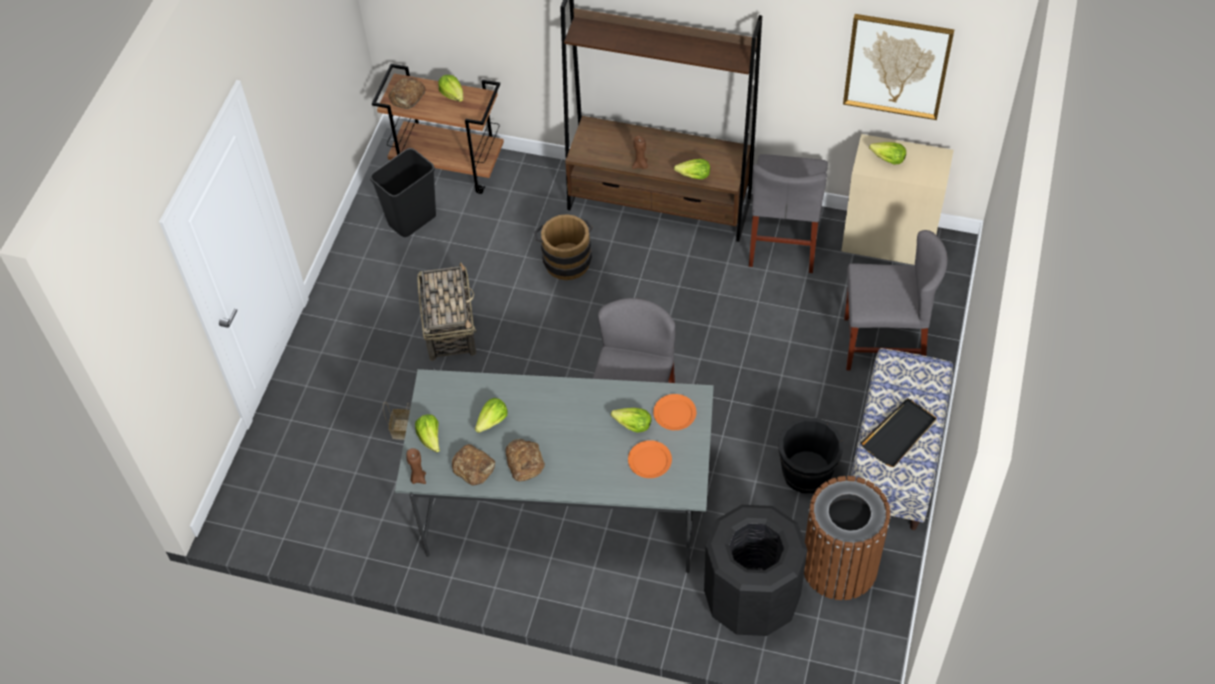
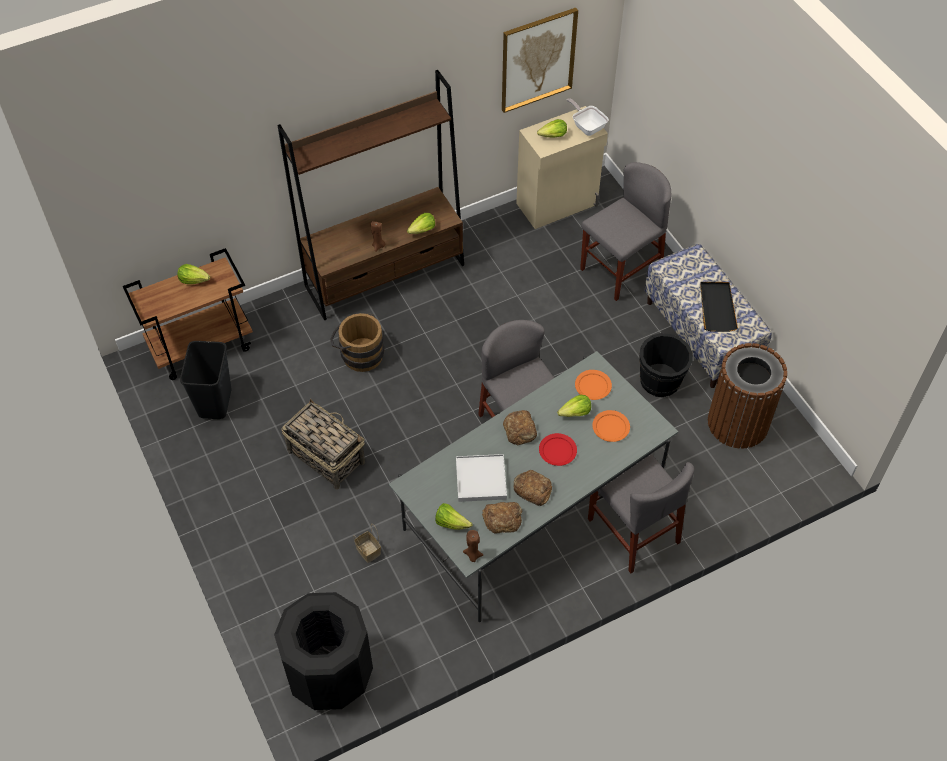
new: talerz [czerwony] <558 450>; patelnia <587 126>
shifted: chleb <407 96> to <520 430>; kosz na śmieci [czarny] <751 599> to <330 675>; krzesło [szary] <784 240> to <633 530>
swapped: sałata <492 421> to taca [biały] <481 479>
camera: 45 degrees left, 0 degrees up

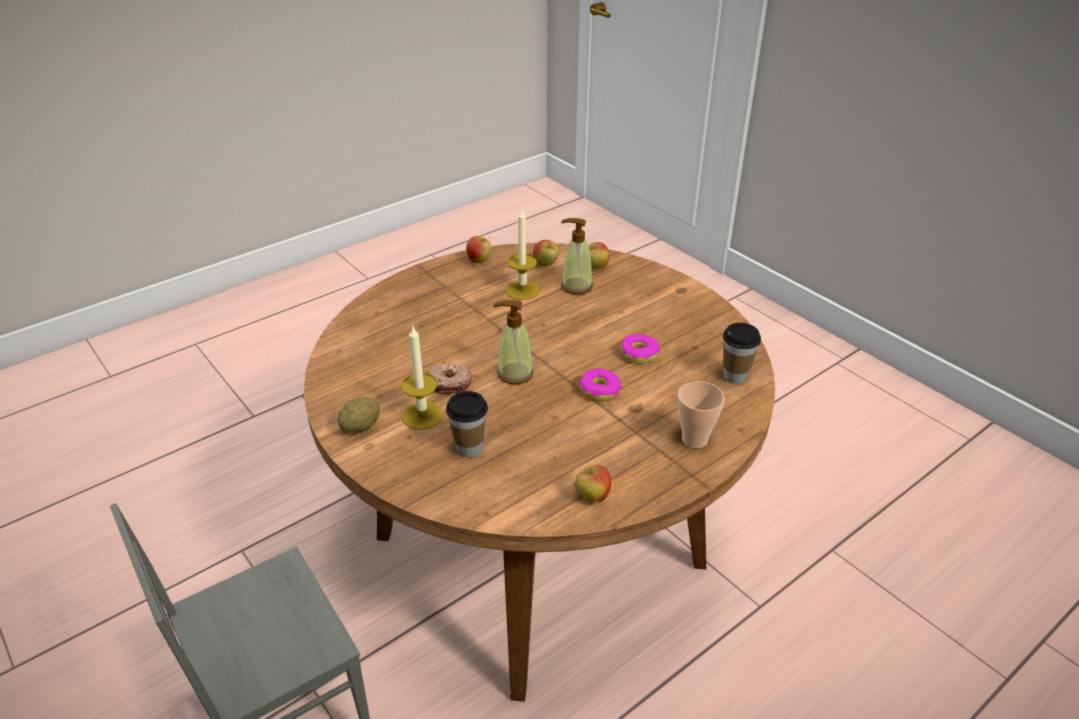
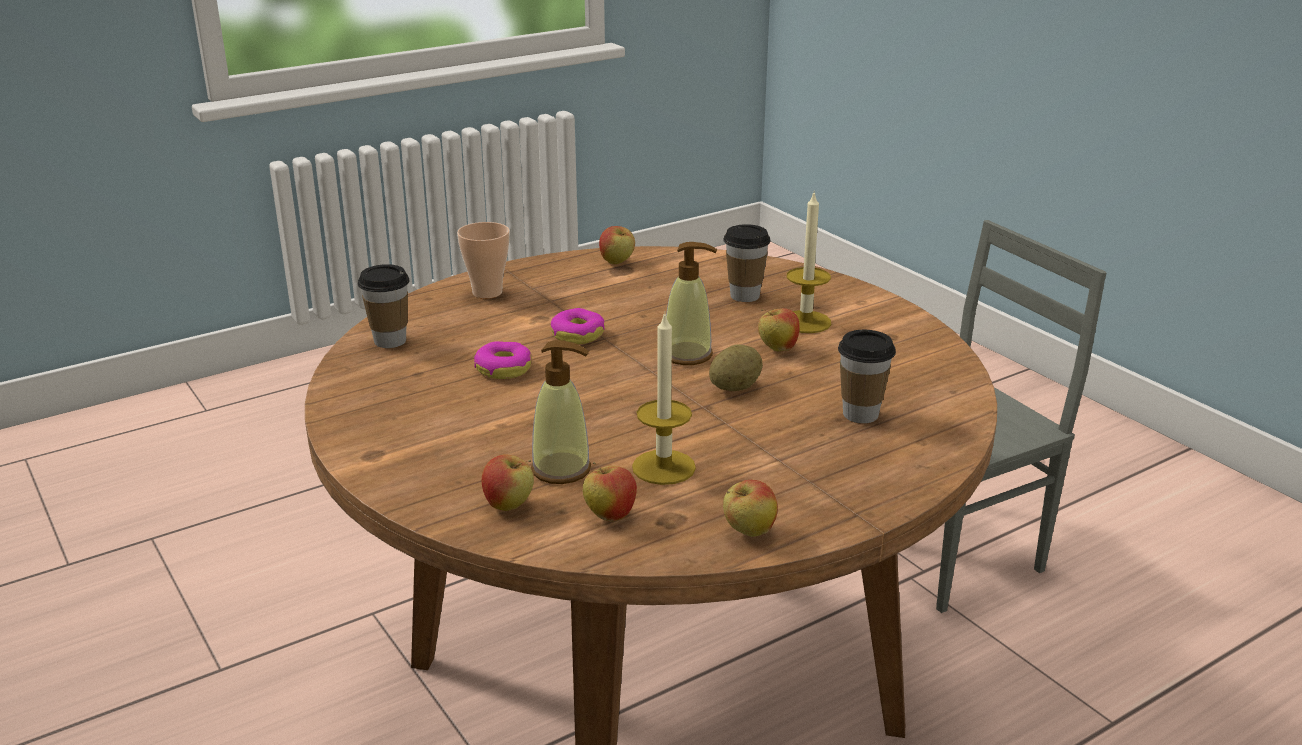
new: filiżanka <860 414>
shifted: ziemniak <361 427> to <735 388>
swapped: donut <449 383> to jabłko <777 349>
camera: 175 degrees left, 10 degrees down

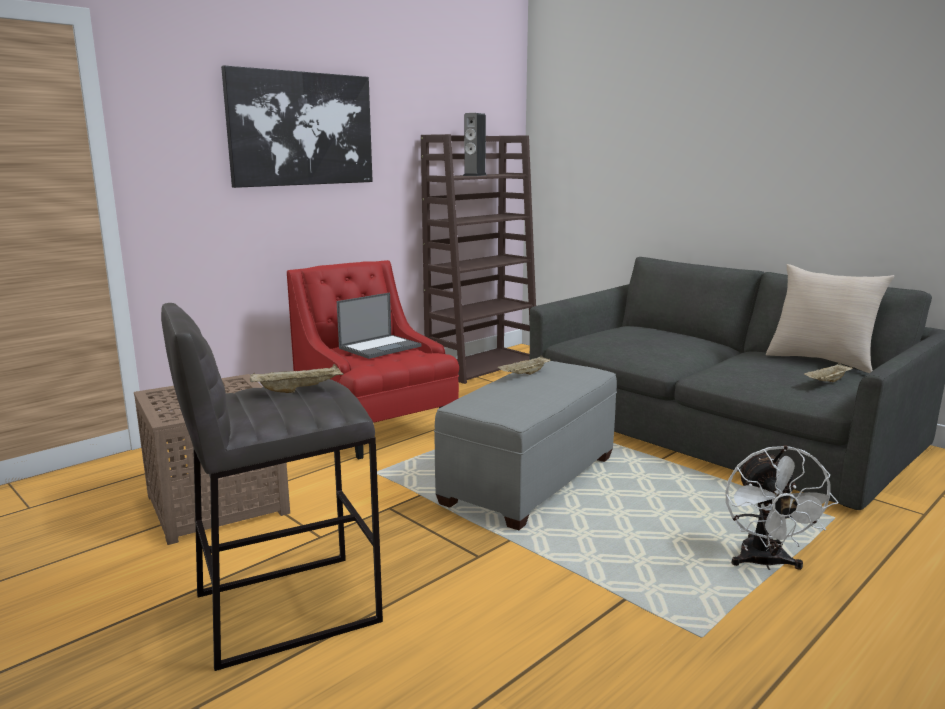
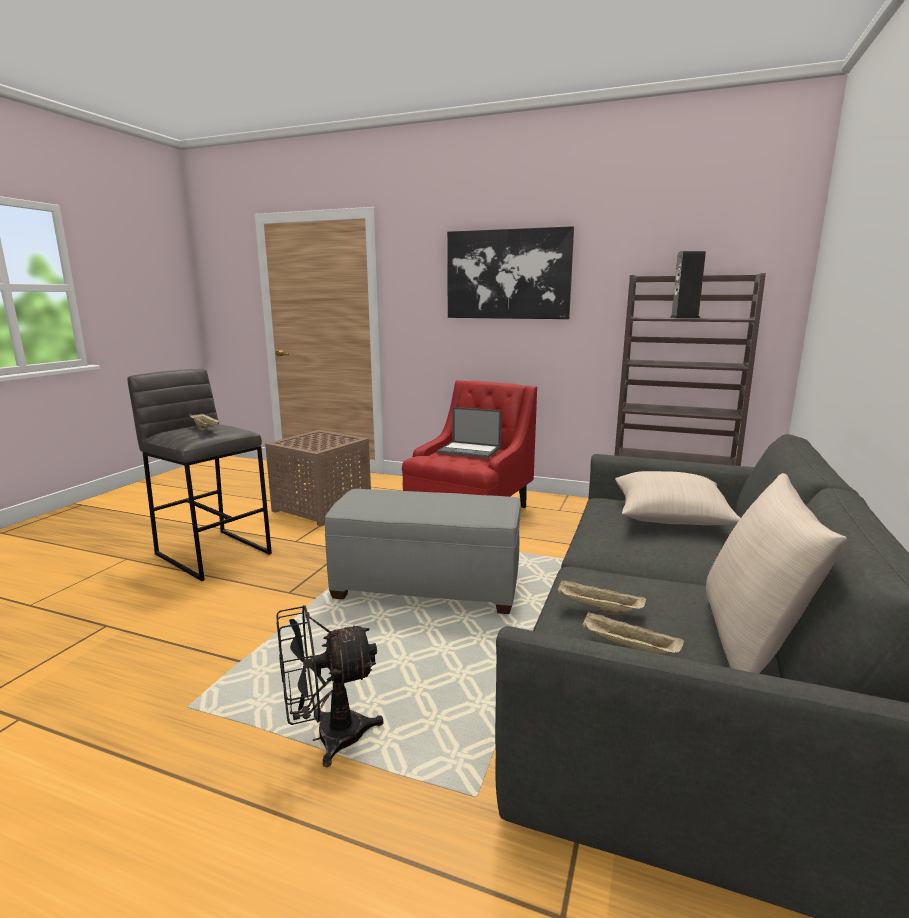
new: poduszka [beżowy] <670 517>
shifted: taca [beżowy] <524 374> to <598 608>
repainted: wentylator [biały] <765 563> to wentylator [czarny] <327 737>
camera: 65 degrees right, 0 degrees up

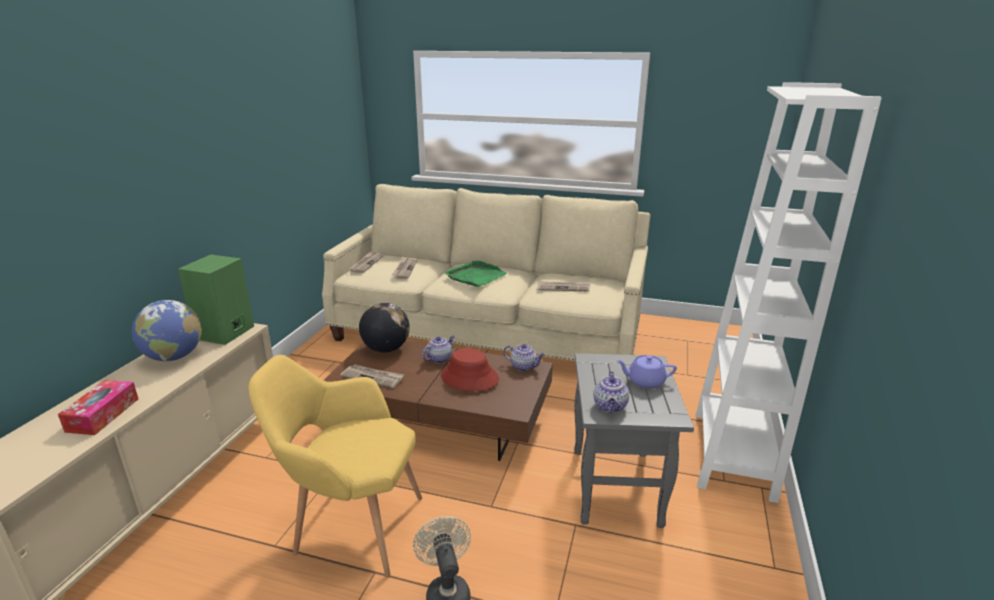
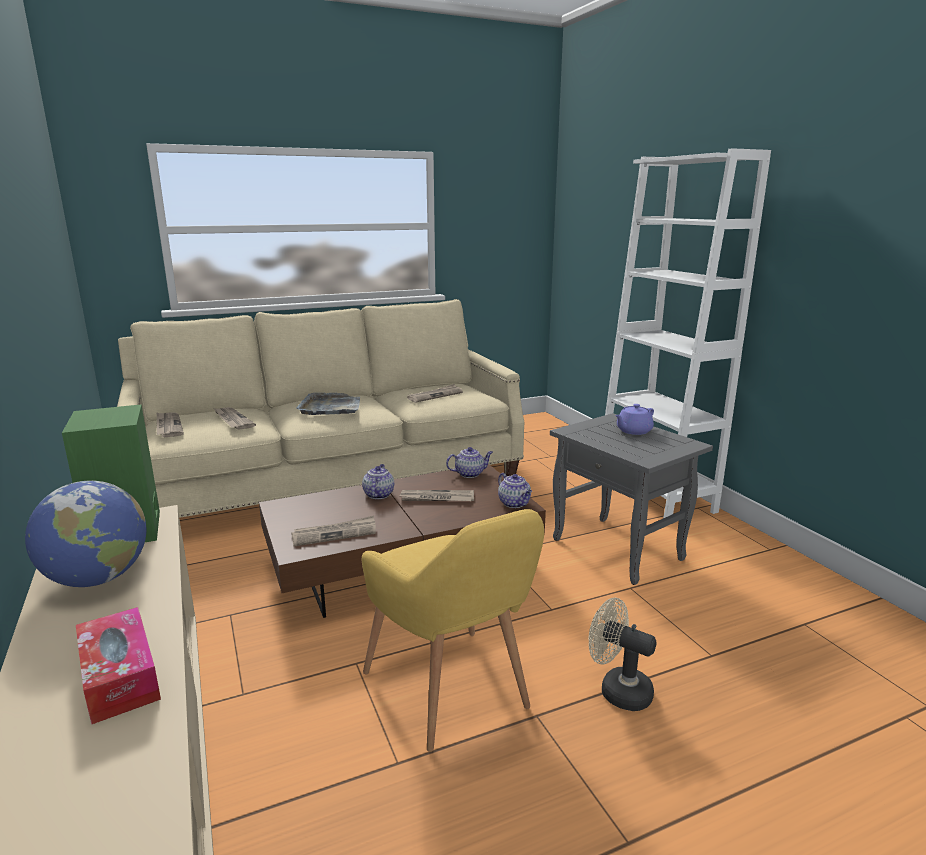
gone: globus <386 349>
shifted: imbryk <610 406> to <515 503>
swapped: kapelusz [czerwony] <469 378> to gazeta <436 498>
repainted: taca [zielony] <476 276> to taca [szary] <331 407>
rotated: fotel [żółty] <351 526> = <453 696> 90 degrees counterclockwise
camera: 40 degrees left, 5 degrees down

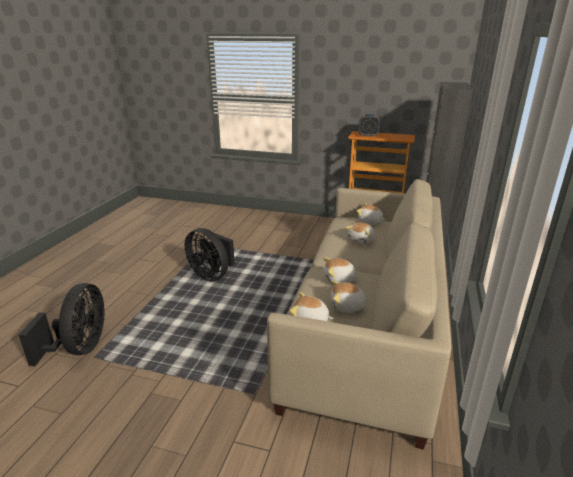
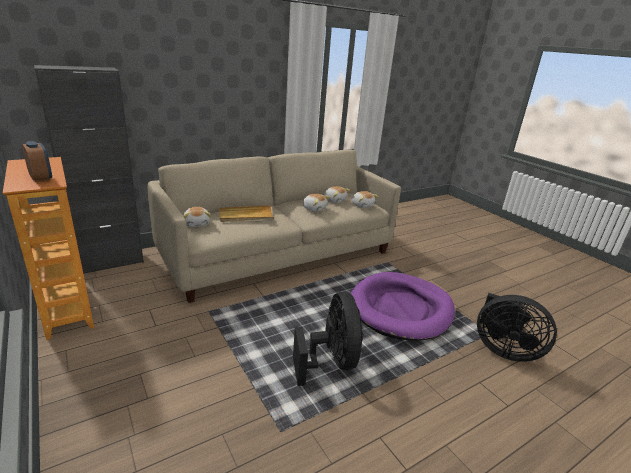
new: legowisko [fioletowy] <400 309>
swapped: pluszak <361 240> to taca [beżowy] <246 216>
rotated: wentylator [czarny] <80 348> = <503 349> 105 degrees counterclockwise
camera: 140 degrees left, 0 degrees up

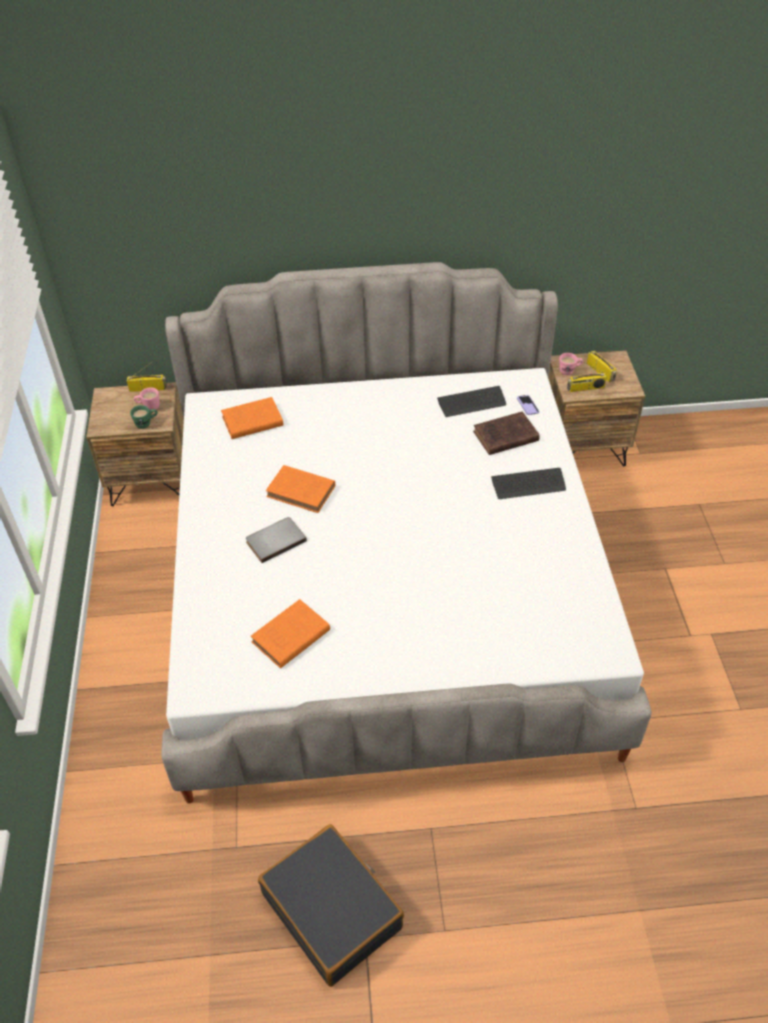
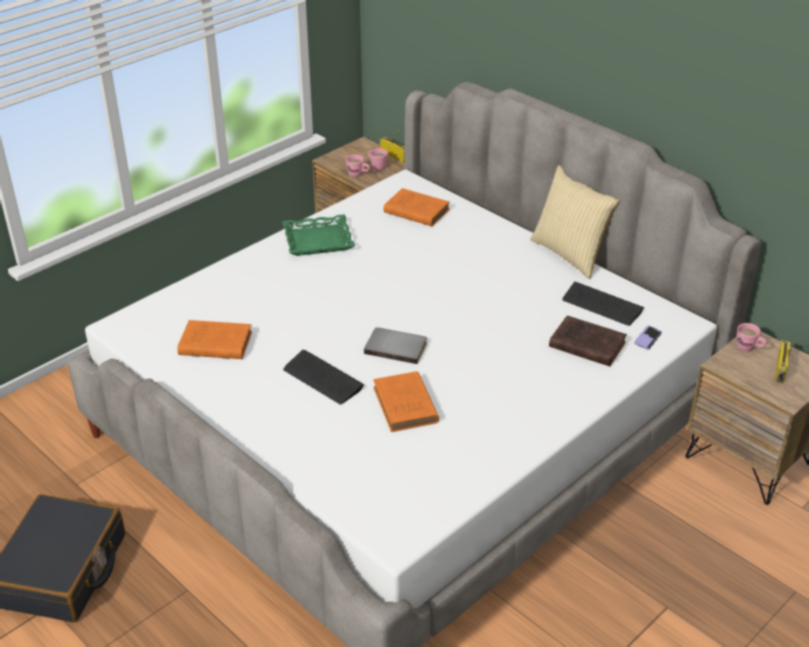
gone: radio <585 388>
new: taca [zielony] <318 241>; poduszka <570 254>
shifted: książka [szary] <275 540> to <396 346>; książka [pomarańczowy] <302 492> to <406 406>; klawiatura <528 484> to <322 378>
repainted: kubek [zielony] <146 423> to kubek [różowy] <358 175>
camera: 50 degrees right, 10 degrees down

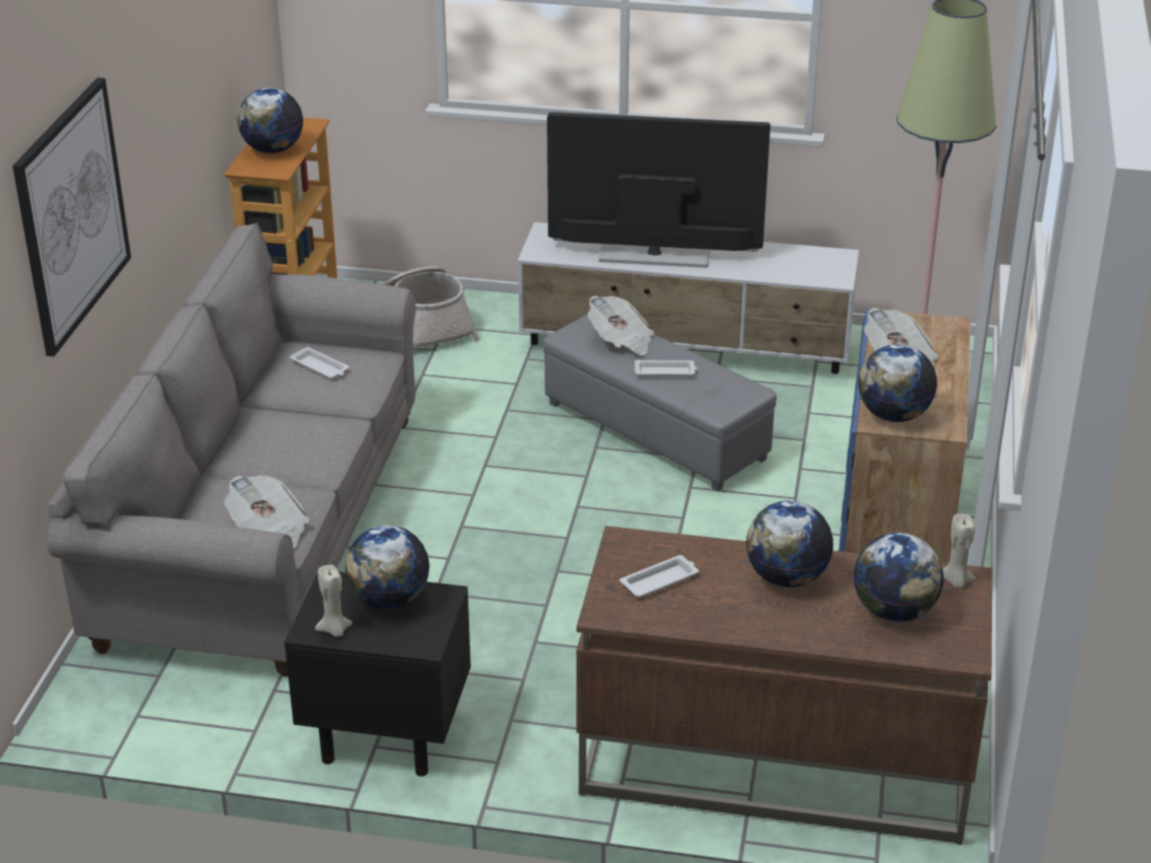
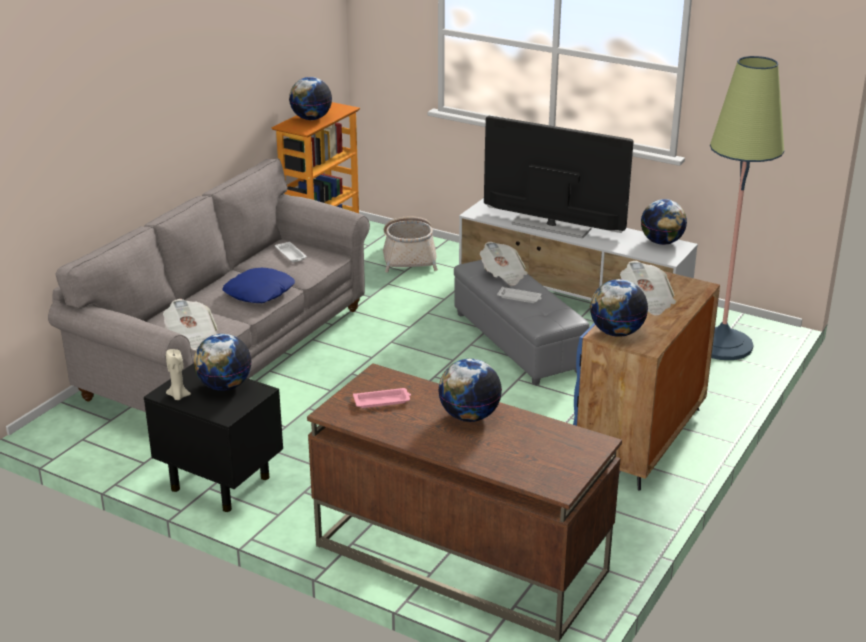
gone: obraz <72 214>; świeca [beżowy] <956 581>
new: poduszka [niebieski] <260 293>
shifted: globus <894 612> to <661 242>
repainted: taca [biały] <660 580> to taca [różowy] <382 401>
camera: 20 degrees right, 5 degrees down

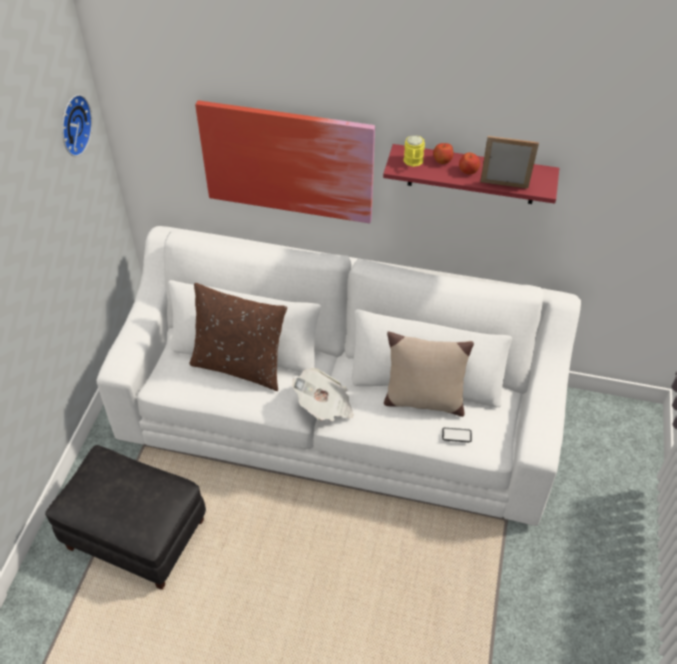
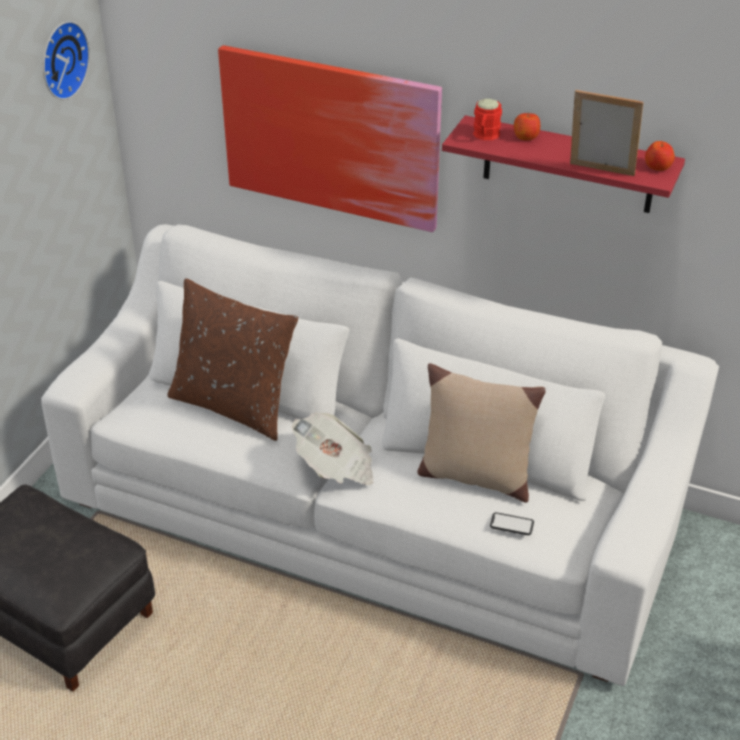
shifted: jabłko <468 171> to <658 167>
repainted: kubek [żółty] <413 162> to kubek [czerwony] <485 136>
camera: 10 degrees right, 10 degrees down

